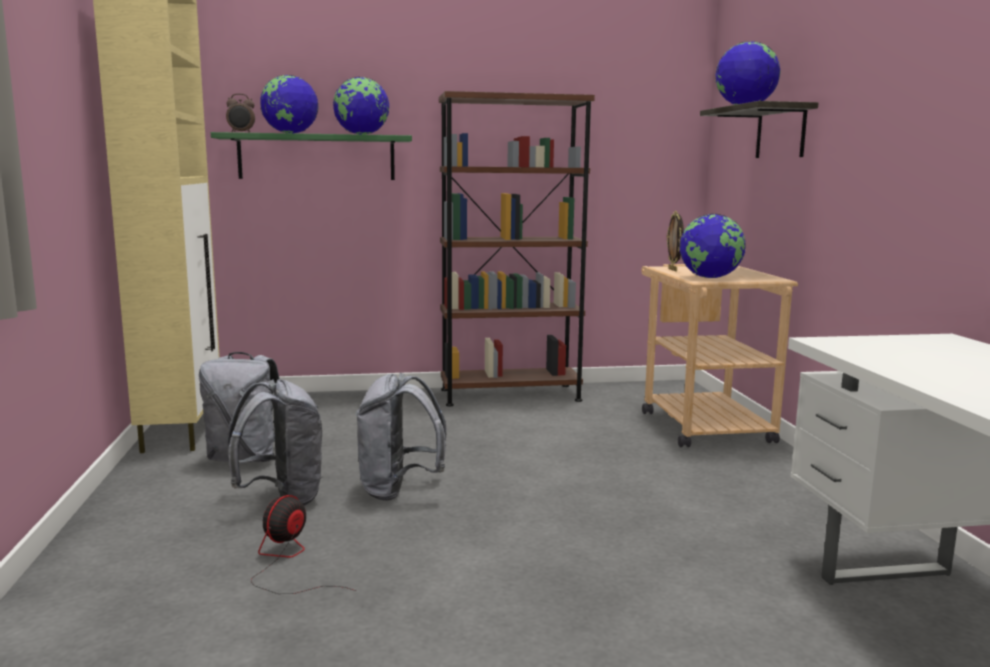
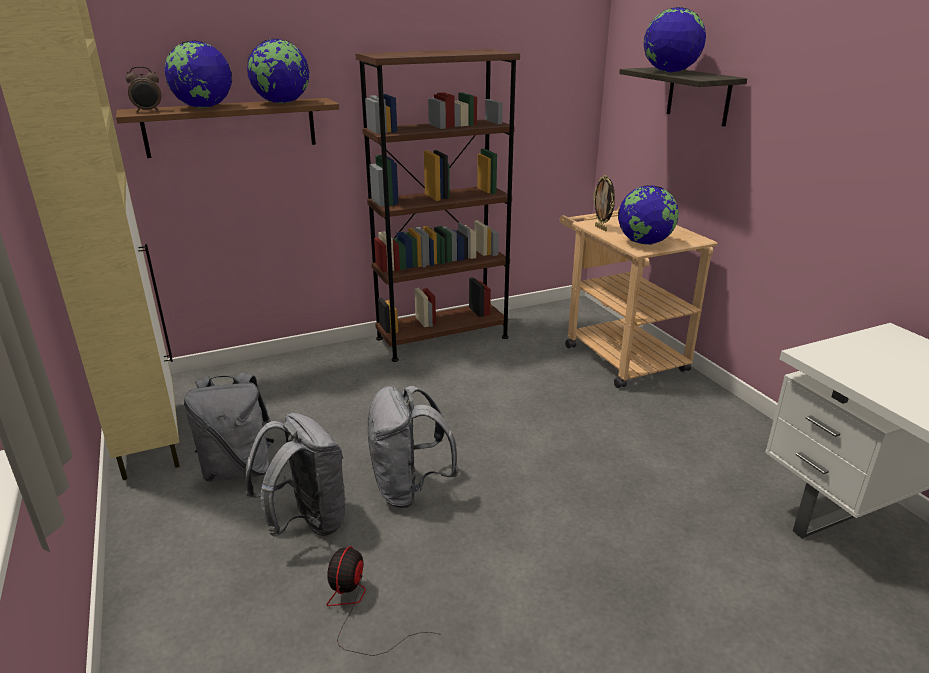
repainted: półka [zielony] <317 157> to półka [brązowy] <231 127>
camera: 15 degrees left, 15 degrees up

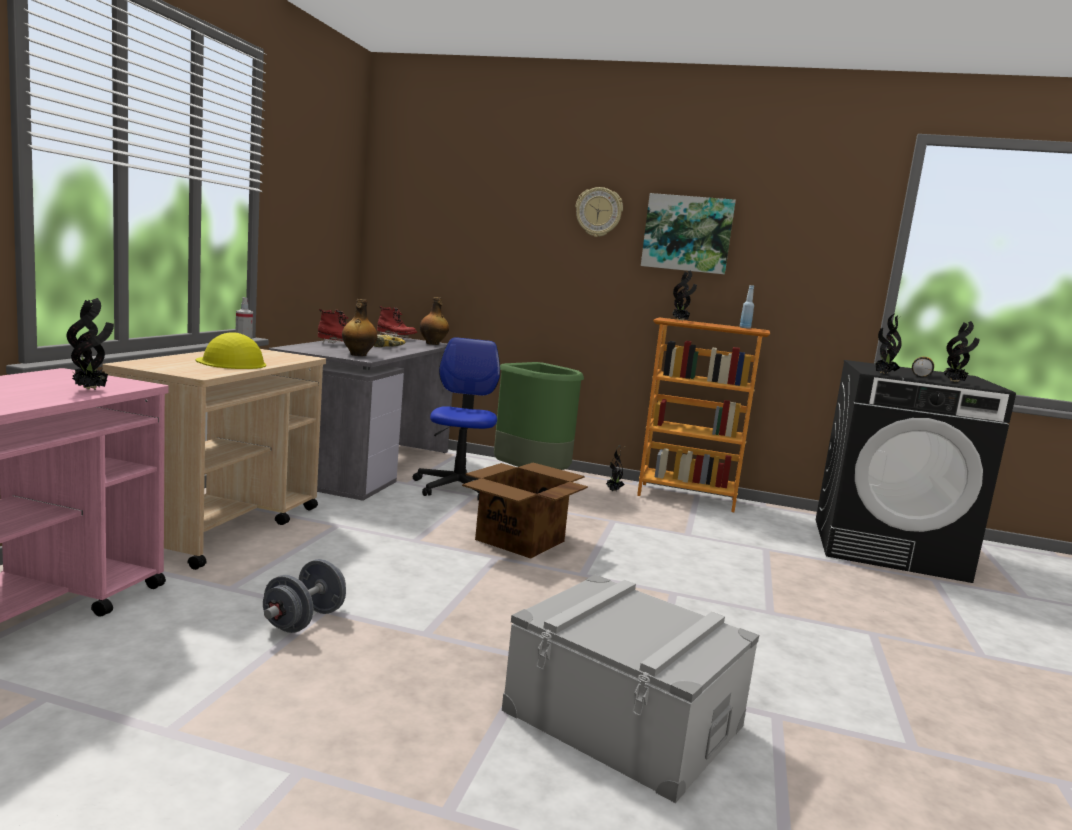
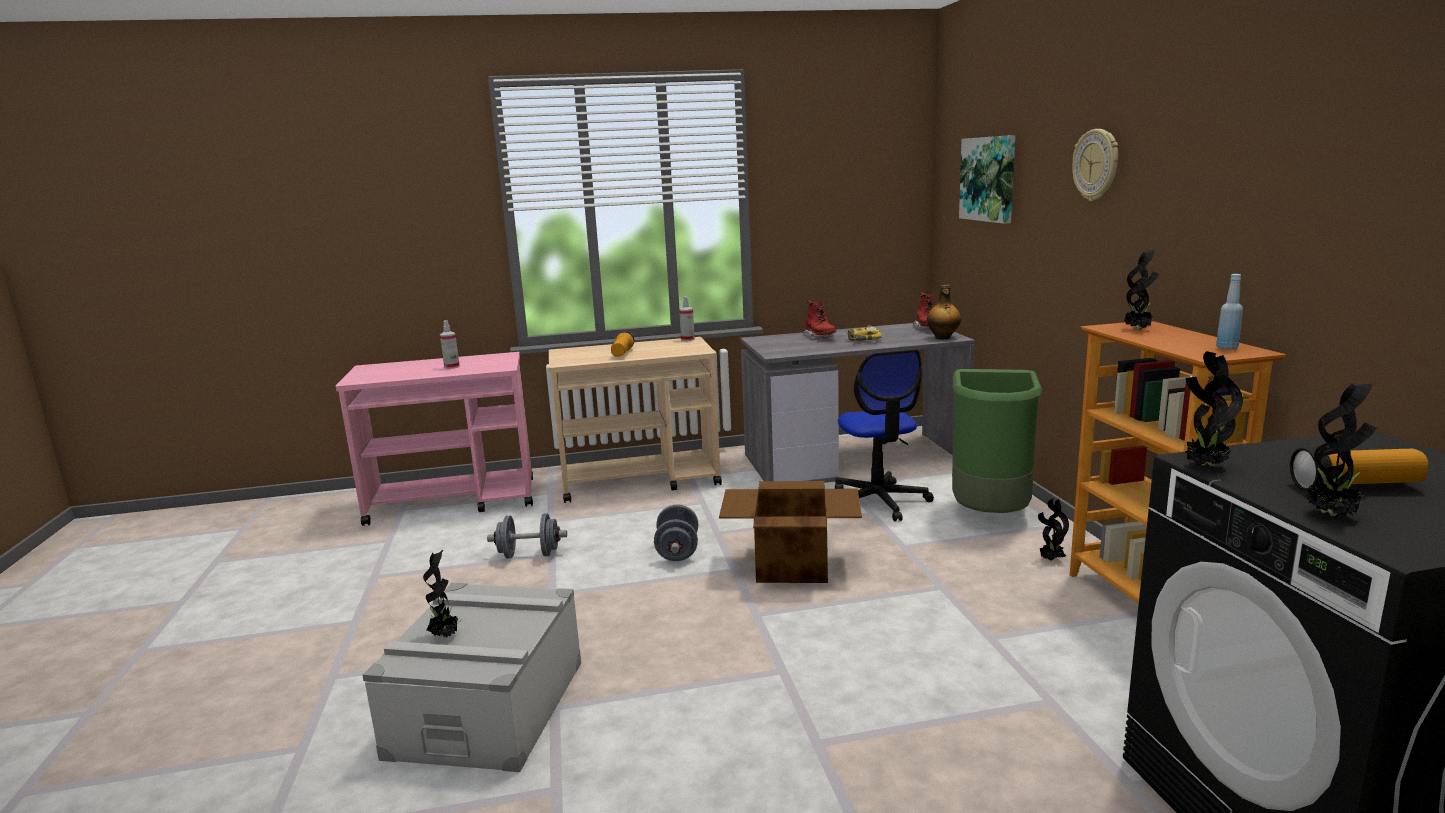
gone: butelka <358 355>
new: spryskiwacz <452 367>; hantel [szary] <677 551>
shifted: roślina doniczkowa <91 389> to <445 636>; obraz <687 233> to <989 179>
swapped: kask [żółty] <231 363> to latarka <622 353>
rotated: krzesło biurowe <458 487> = <878 501> 105 degrees clockwise
camera: 65 degrees right, 5 degrees up

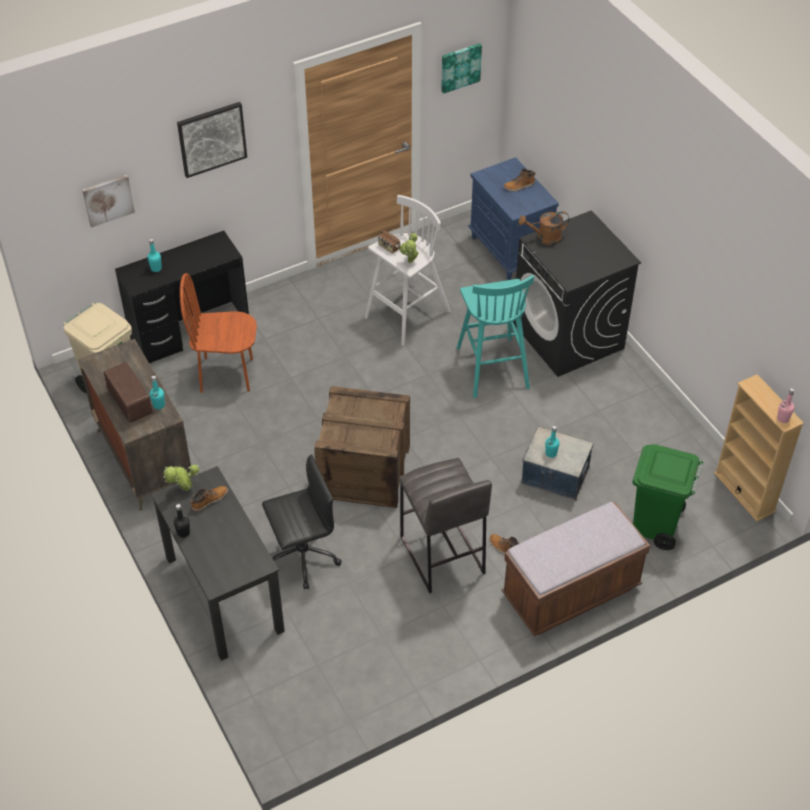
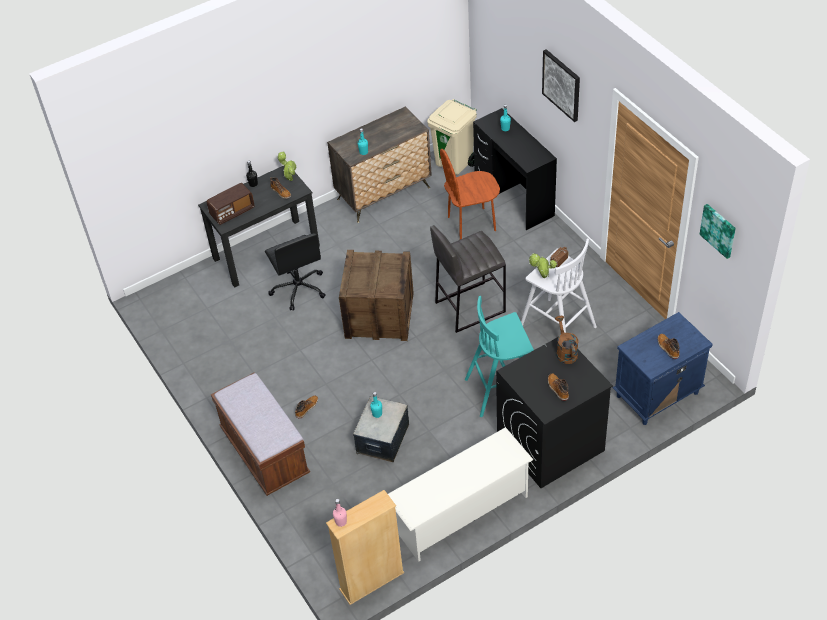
gone: obraz <108 199>; kosz na śmieci [zielony] <656 526>
new: regał na buty [biały] <461 512>; but z cholewką <557 389>
shifted: radio <130 403> to <232 212>; stołek [szary] <441 556> to <469 307>
rotated: krzesło [brązowy] <226 374> = <471 224> 105 degrees counterclockwise
camera: 90 degrees right, 0 degrees up

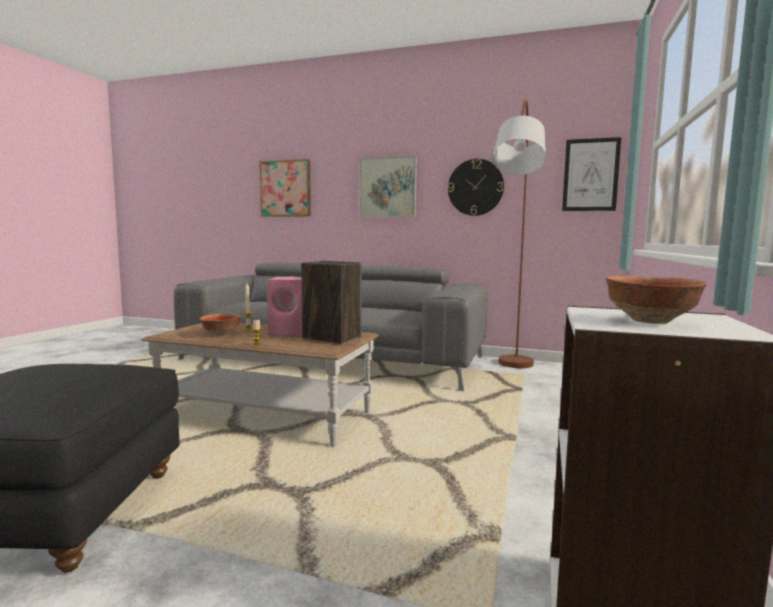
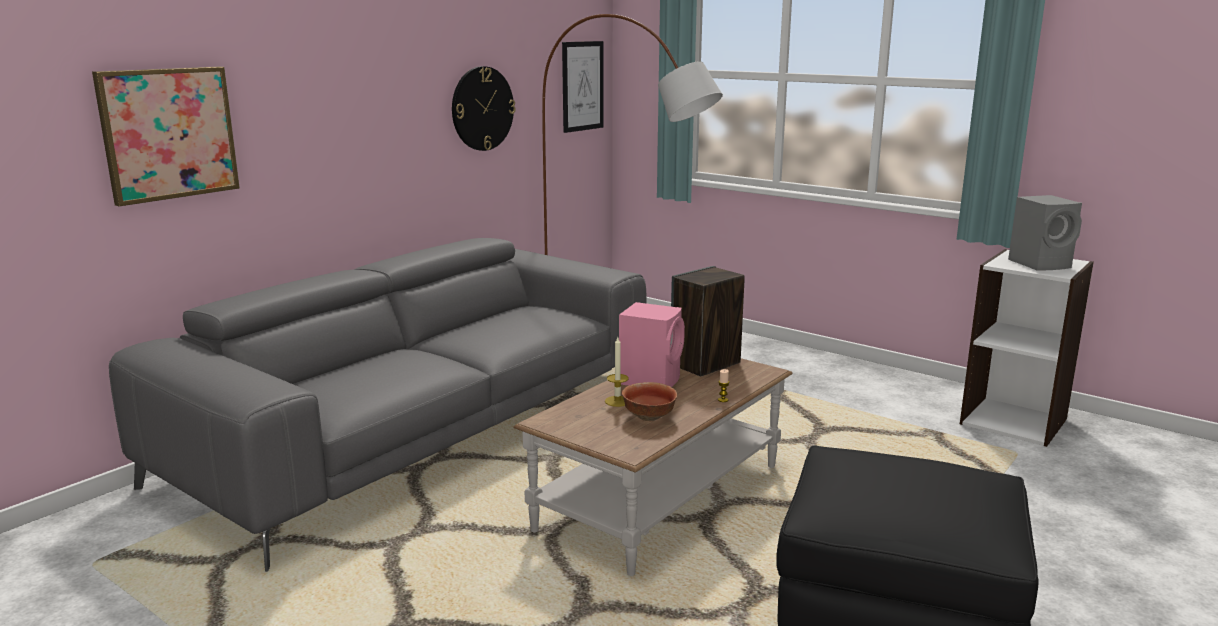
gone: obraz <387 187>
swapped: miska <652 321> to głośnik [szary] <1041 264>
camera: 70 degrees left, 10 degrees up

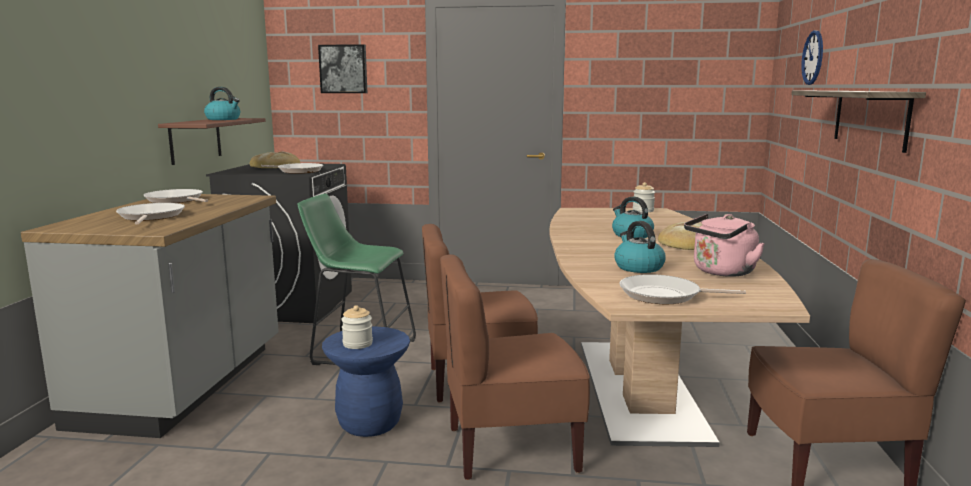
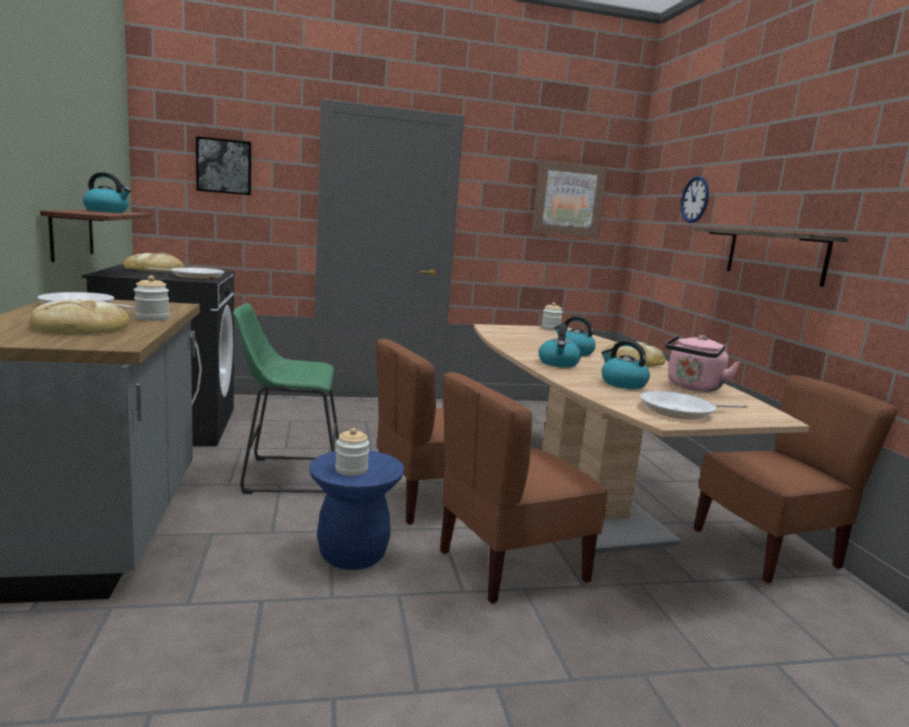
new: słoik <152 318>; obraz <568 199>; czajnik <558 363>
swapped: patelnia <150 217> to chleb <80 326>
camera: 20 degrees left, 0 degrees up

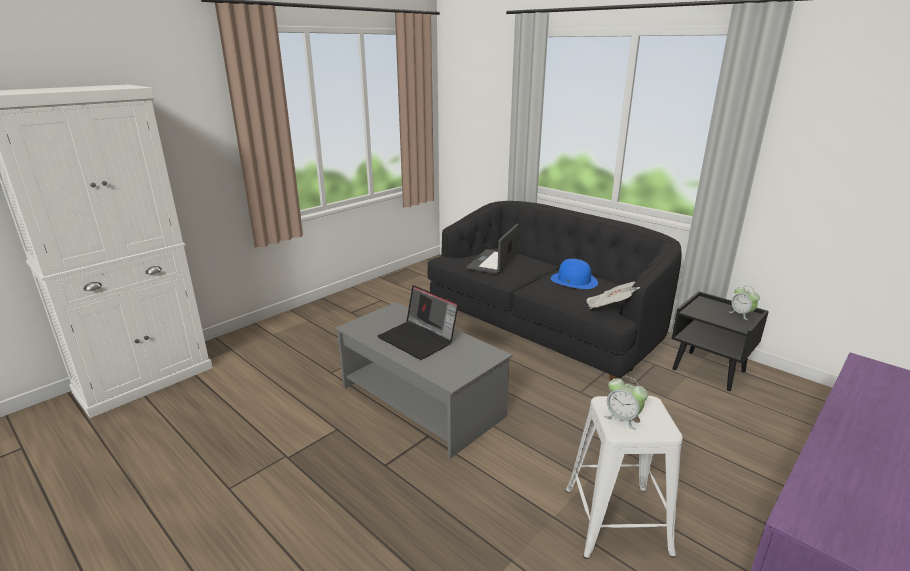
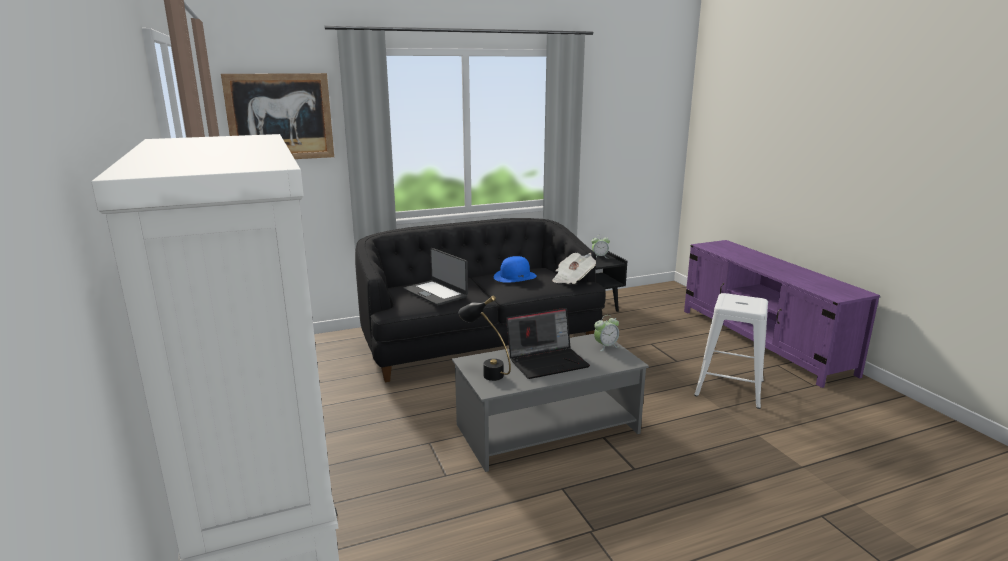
new: obraz <280 117>; lampa stołowa [czarny] <486 372>
shifted: budzik <622 418> to <605 346>
camera: 65 degrees left, 5 degrees down

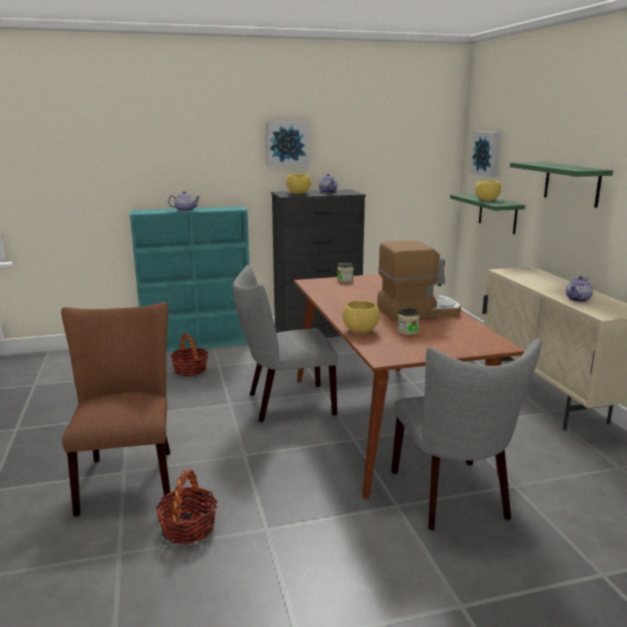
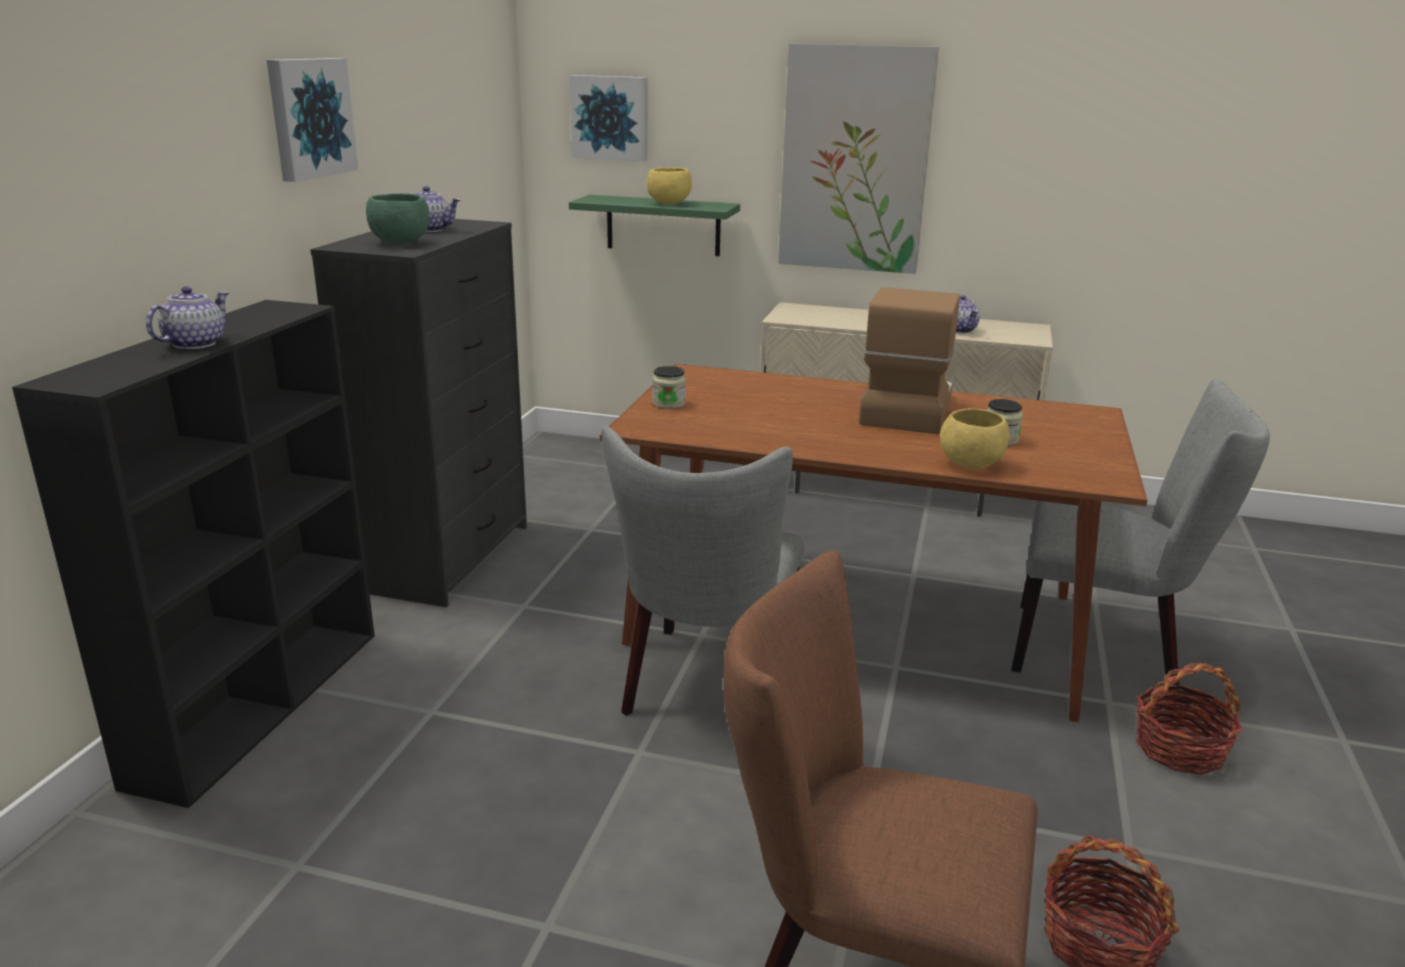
shifted: koszyk <190 370> to <1179 749>
swapped: półka [zielony] <571 184> to obraz <854 160>
repainted: regał [turkusowy] <199 344> to regał [czarny] <261 702>; miska [żółty] <298 193> to miska [zielony] <400 243>
camera: 60 degrees left, 5 degrees up

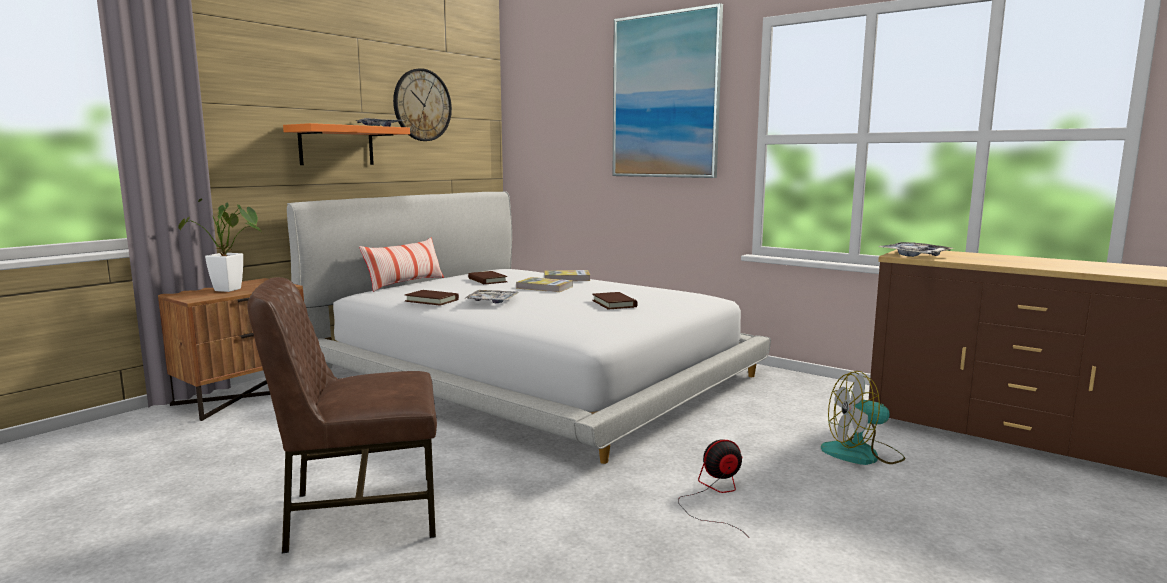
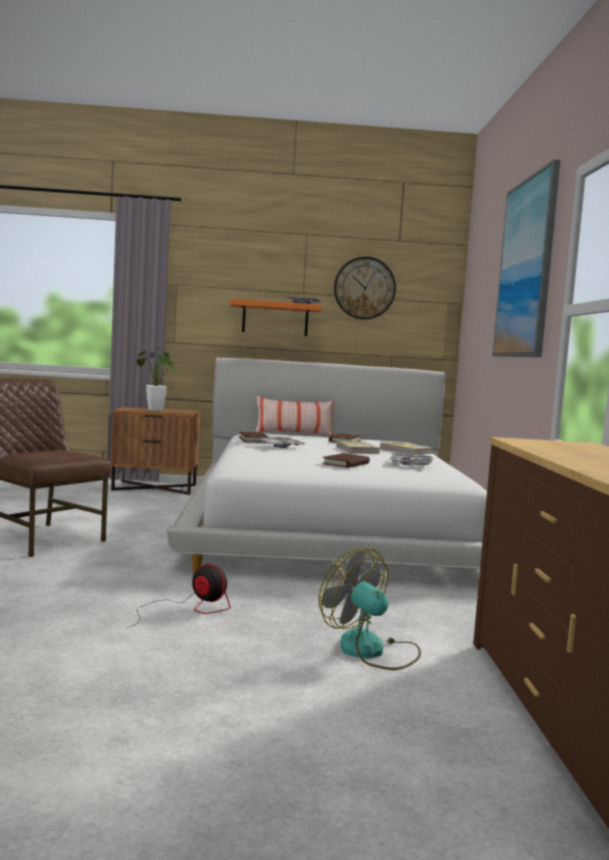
shifted: taca <914 255> to <411 464>
camera: 50 degrees right, 5 degrees down

